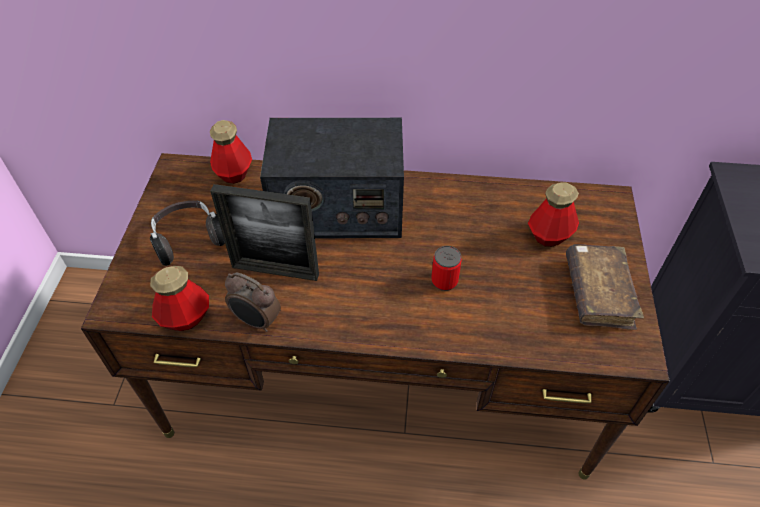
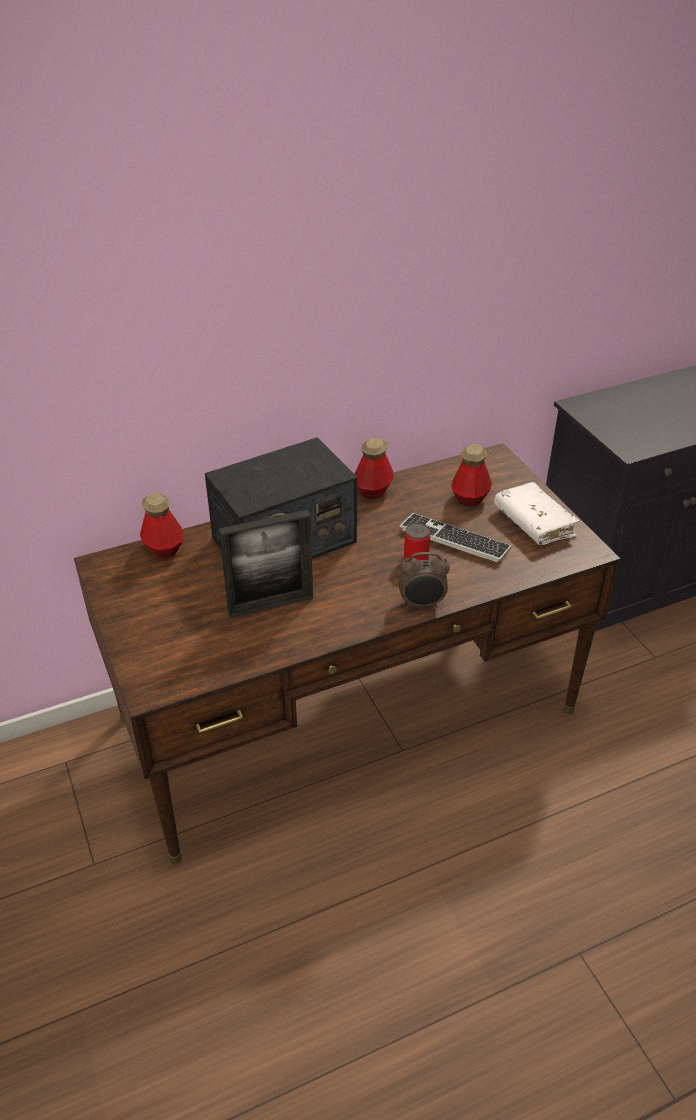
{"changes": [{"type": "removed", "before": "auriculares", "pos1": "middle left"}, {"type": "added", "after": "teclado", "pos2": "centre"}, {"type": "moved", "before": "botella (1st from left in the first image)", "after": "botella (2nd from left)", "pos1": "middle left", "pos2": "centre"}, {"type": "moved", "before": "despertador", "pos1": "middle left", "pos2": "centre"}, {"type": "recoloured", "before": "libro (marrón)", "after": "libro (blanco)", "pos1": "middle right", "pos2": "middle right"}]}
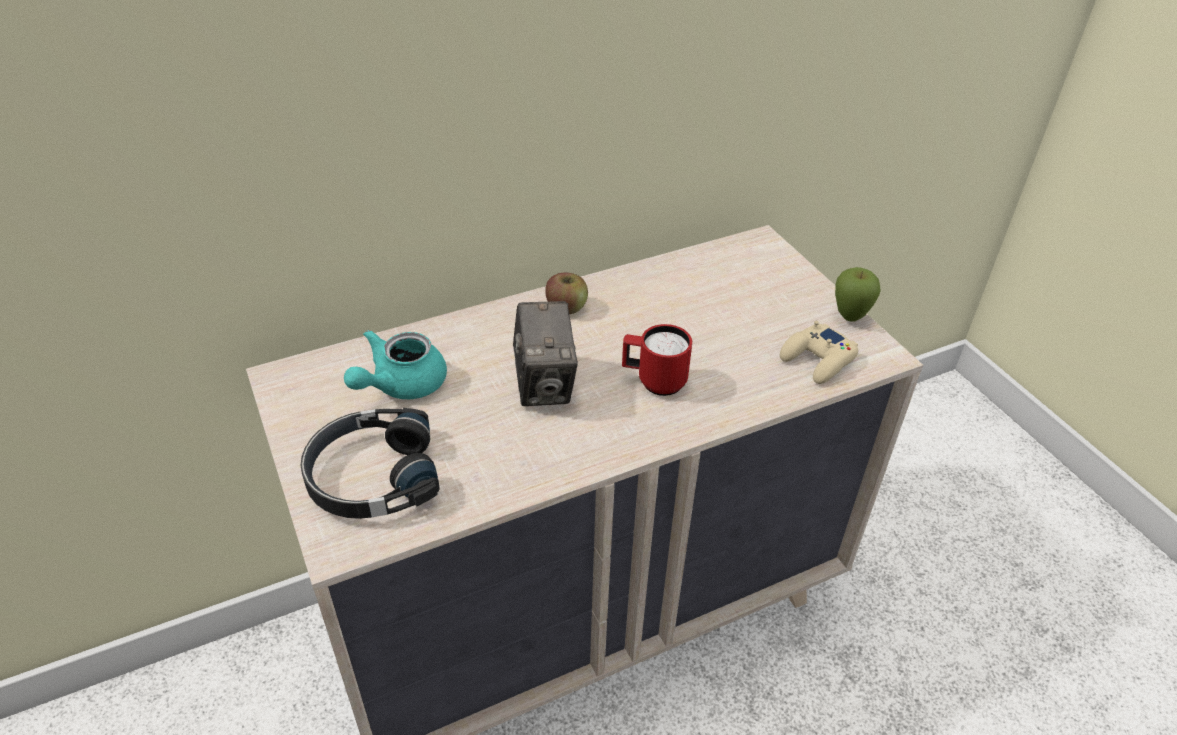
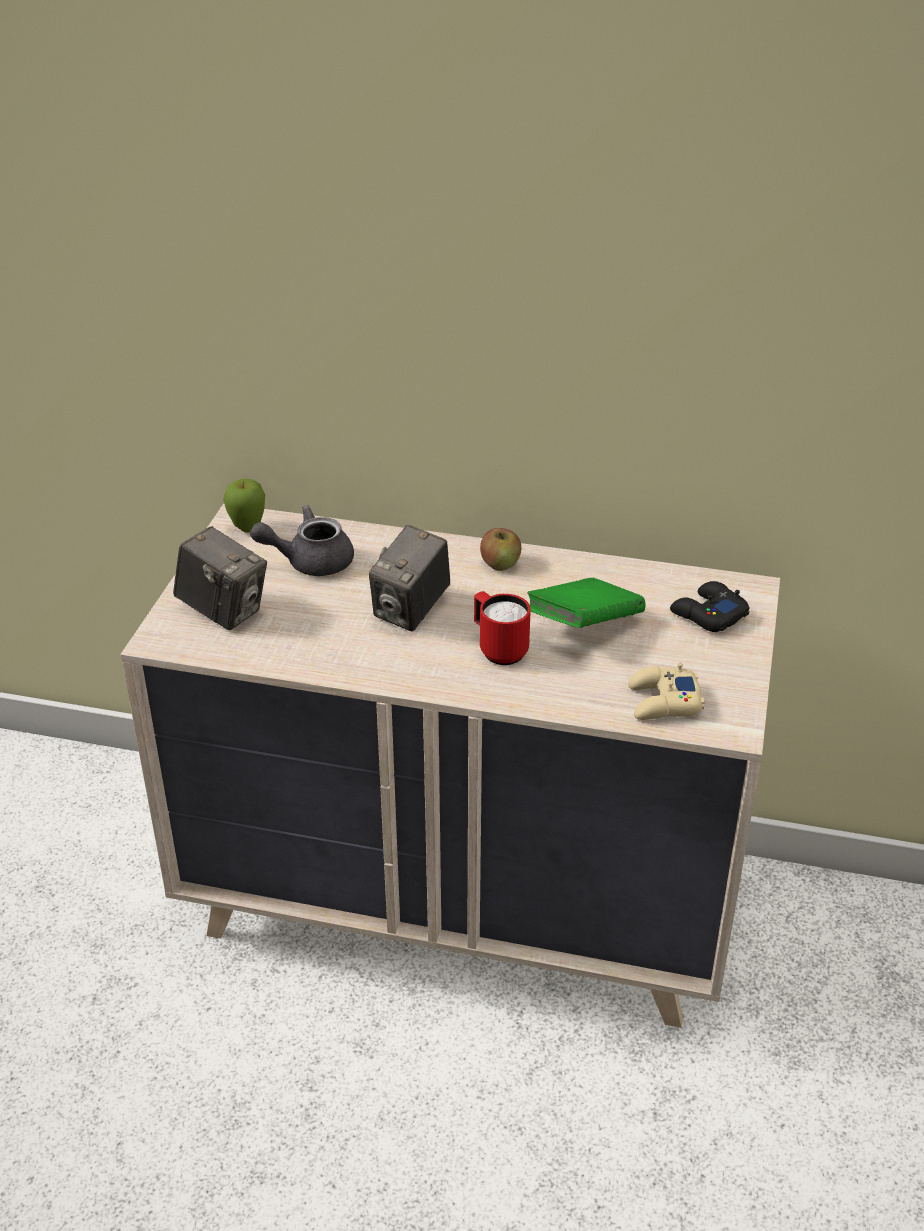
{"changes": [{"type": "added", "after": "libro (verde)", "pos2": "centre"}, {"type": "added", "after": "mando de consola (negro)", "pos2": "middle right"}, {"type": "moved", "before": "manzana (2nd from left in the first image)", "after": "manzana (1st from left)", "pos1": "middle right", "pos2": "middle left"}, {"type": "replaced", "before": "auriculares (negro)", "after": "cámara (1st from left)", "pos1": "middle left", "pos2": "middle left"}, {"type": "recoloured", "before": "tetera (turquesa)", "after": "tetera (gris)", "pos1": "centre", "pos2": "middle left"}]}
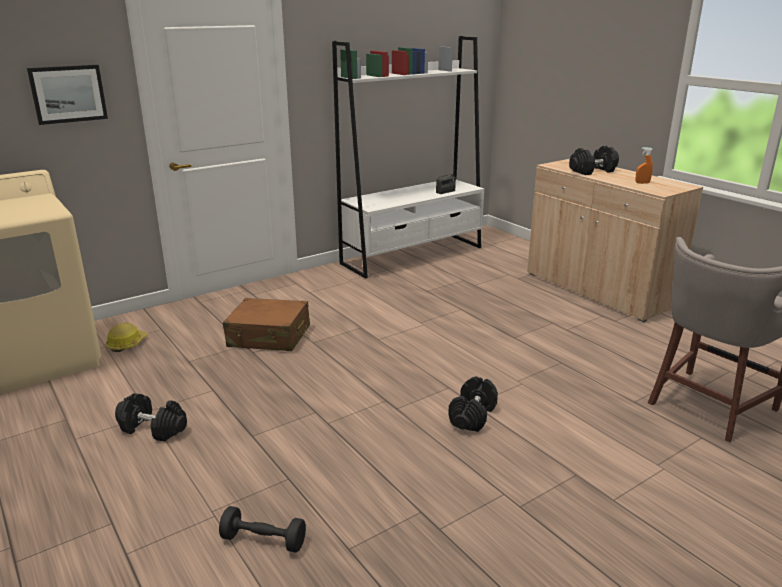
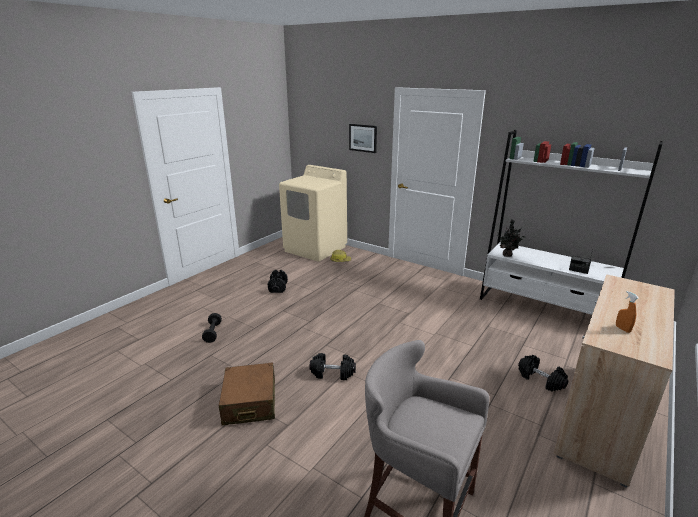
{"changes": [{"type": "added", "after": "planta en maceta", "pos2": "middle right"}, {"type": "moved", "before": "maleta (marrón)", "pos1": "centre", "pos2": "bottom centre"}, {"type": "moved", "before": "mancuerna (negro) (4th from left)", "pos1": "top right", "pos2": "bottom right"}]}
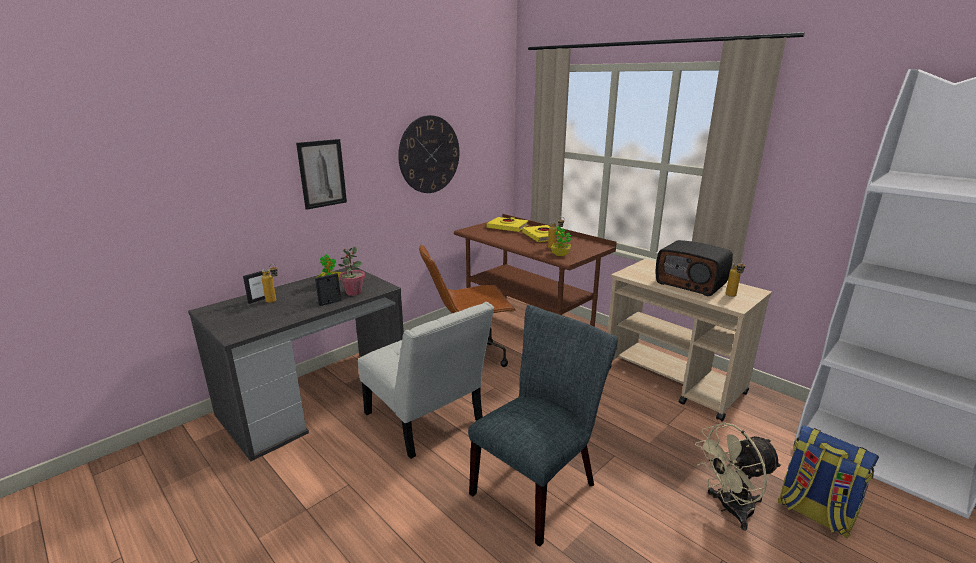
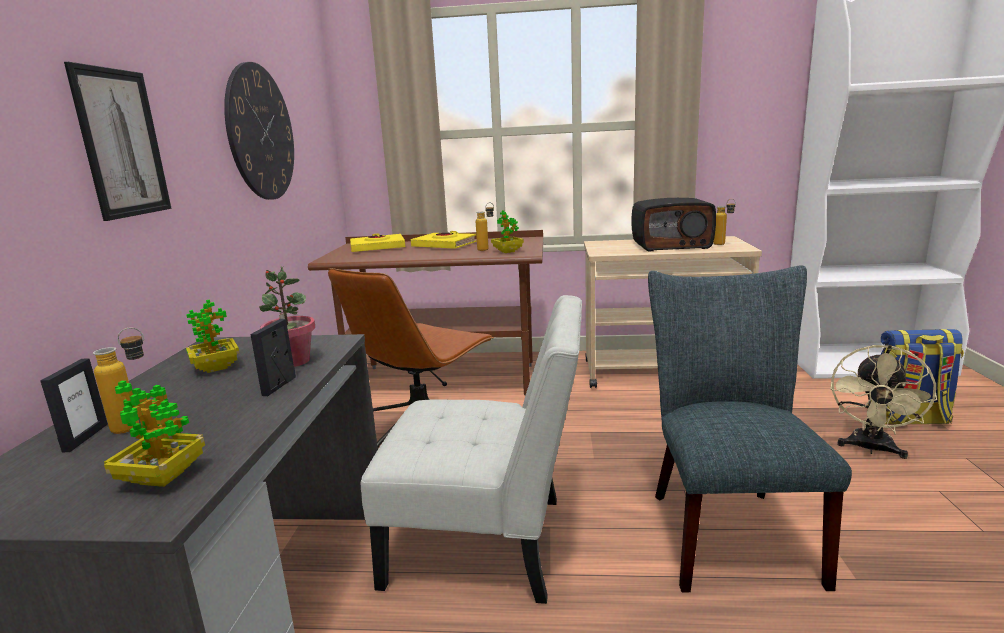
{"changes": [{"type": "added", "after": "planta en maceta (1st from left)", "pos2": "bottom left"}]}
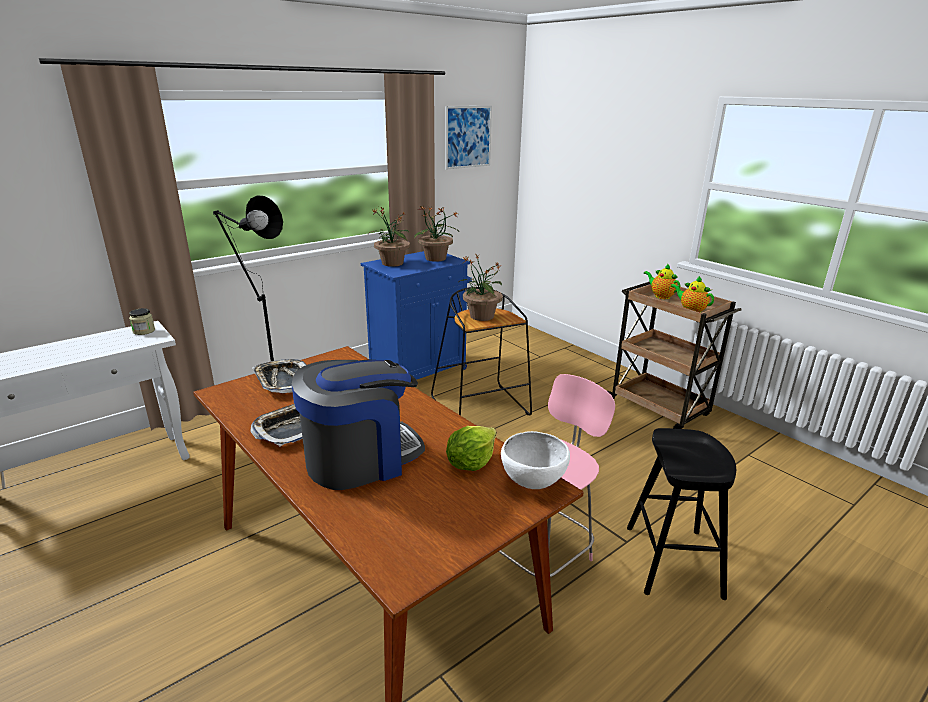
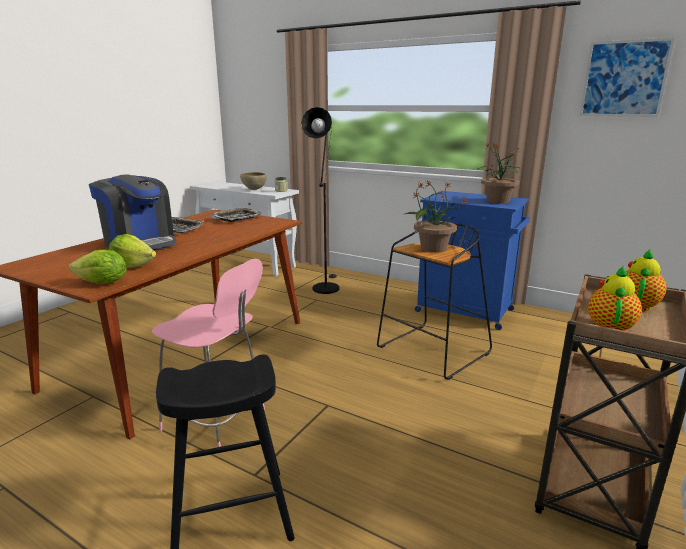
{"changes": [{"type": "removed", "before": "planta en maceta (1st from left)", "pos1": "centre"}, {"type": "added", "after": "cuenco (marrón)", "pos2": "top centre"}, {"type": "replaced", "before": "cuenco (blanco)", "after": "lechuga (1st from left)", "pos1": "centre", "pos2": "middle left"}]}
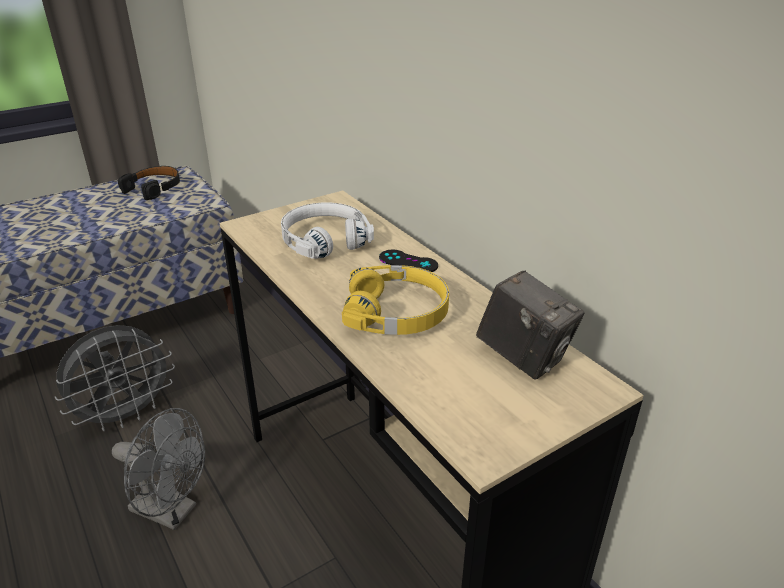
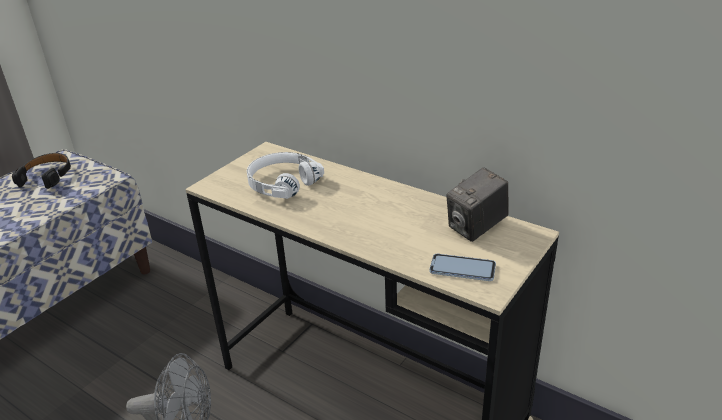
{"changes": [{"type": "removed", "before": "ventilador (gris) (1st from left)", "pos1": "middle left"}, {"type": "removed", "before": "auriculares (amarillo)", "pos1": "centre"}, {"type": "removed", "before": "mando de consola (negro)", "pos1": "centre"}, {"type": "added", "after": "móvil", "pos2": "centre"}, {"type": "turned", "before": "cámara", "pos1": "middle right", "pos2": "centre", "turn": 120}]}
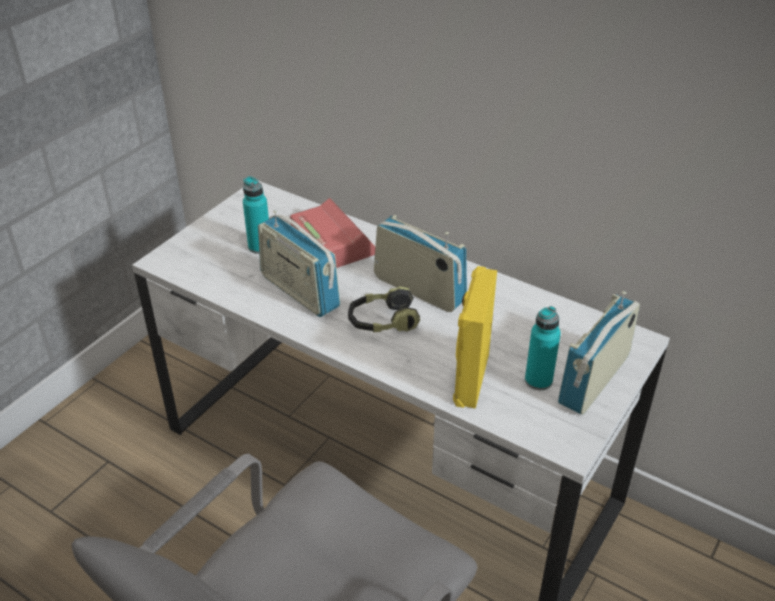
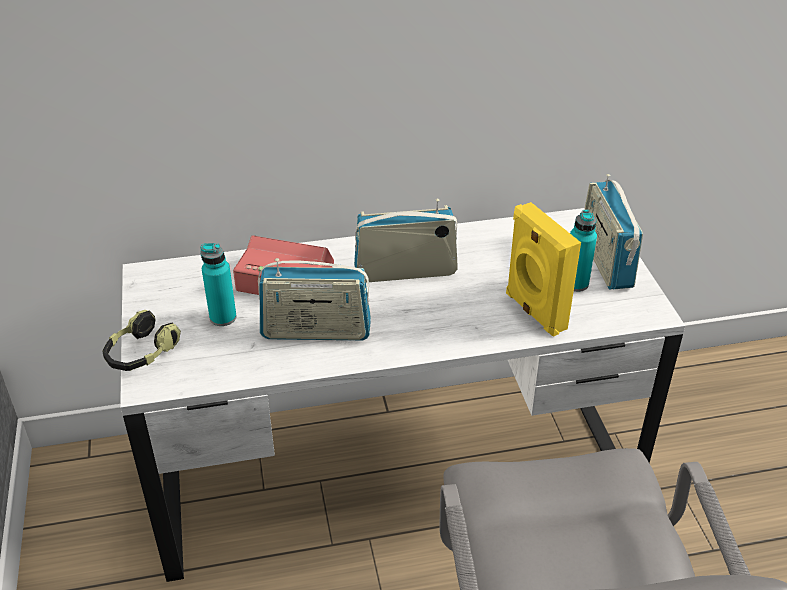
{"changes": [{"type": "moved", "before": "auriculares", "pos1": "centre", "pos2": "middle left"}]}
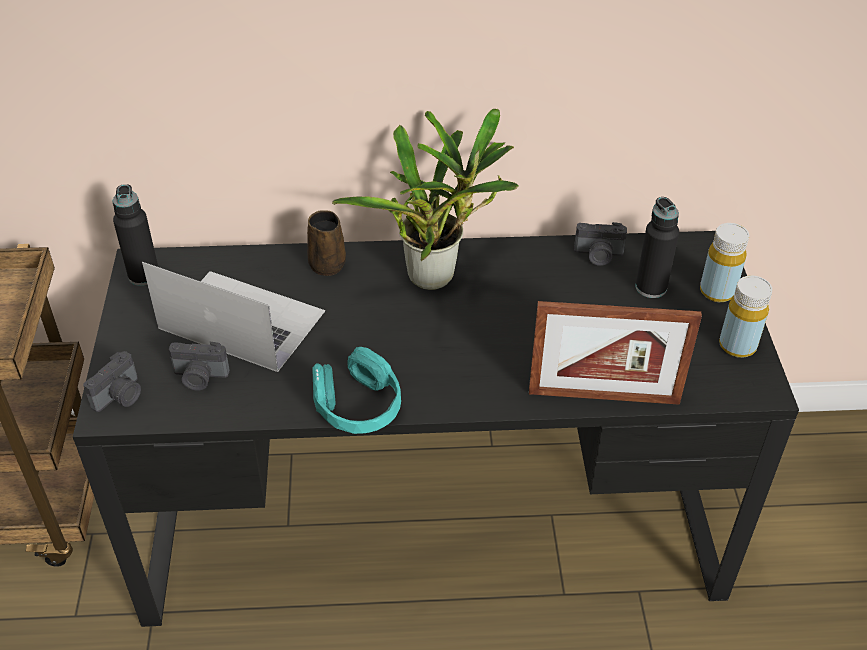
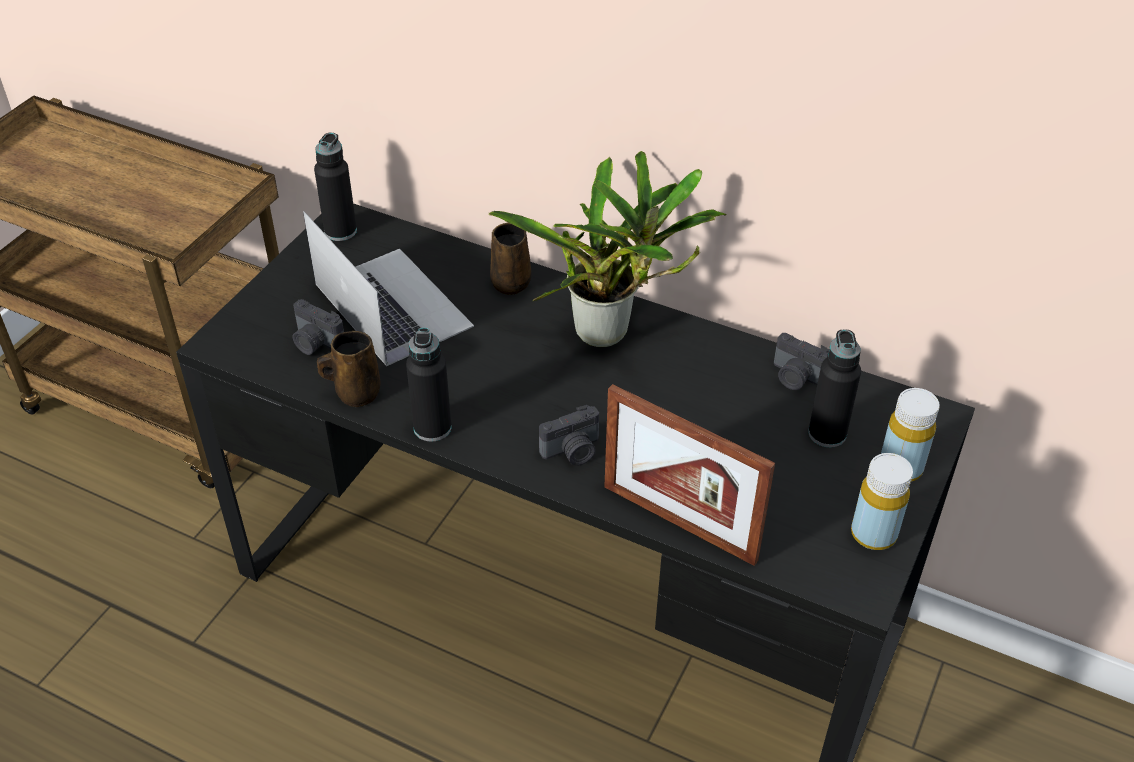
{"changes": [{"type": "added", "after": "taza grande (marrón) (1st from left)", "pos2": "middle left"}, {"type": "moved", "before": "cámara (1st from left in the first image)", "after": "cámara (2nd from left)", "pos1": "middle left", "pos2": "centre"}, {"type": "replaced", "before": "auriculares (turquesa)", "after": "botella (negro) (2nd from left)", "pos1": "centre", "pos2": "centre"}]}
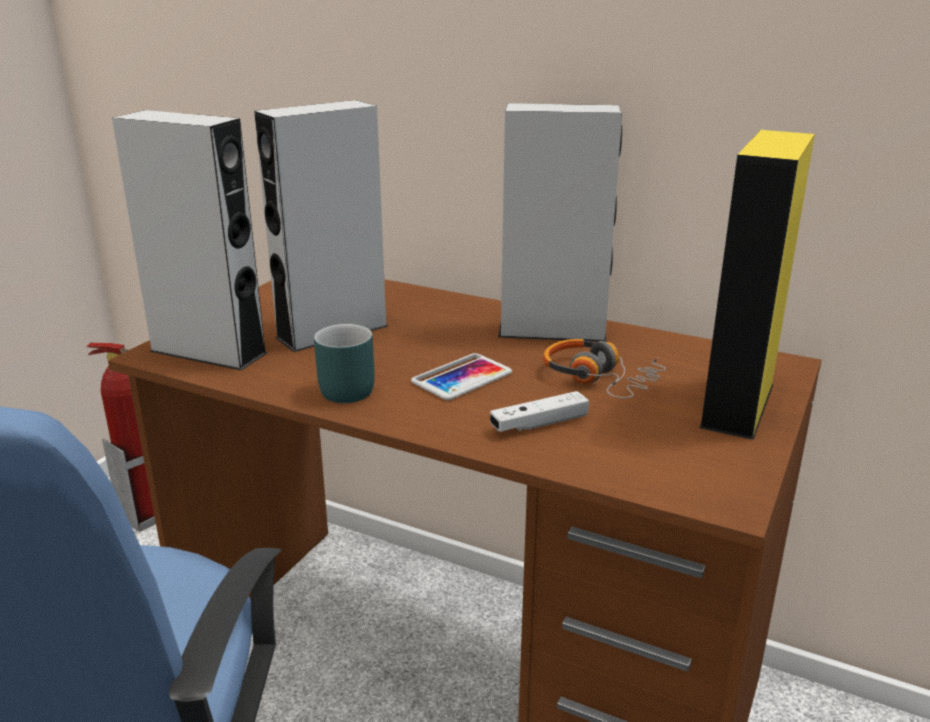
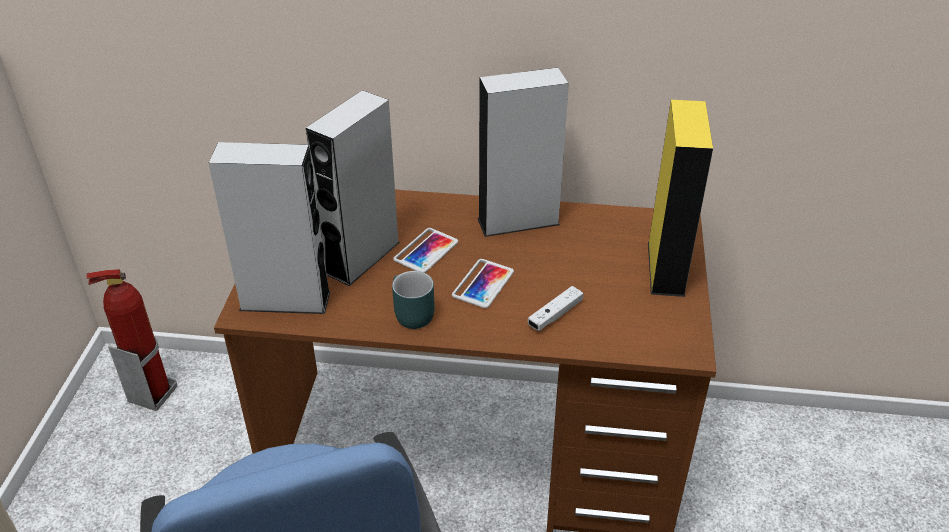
{"changes": [{"type": "removed", "before": "auriculares", "pos1": "centre"}, {"type": "added", "after": "móvil (1st from left)", "pos2": "centre"}]}
